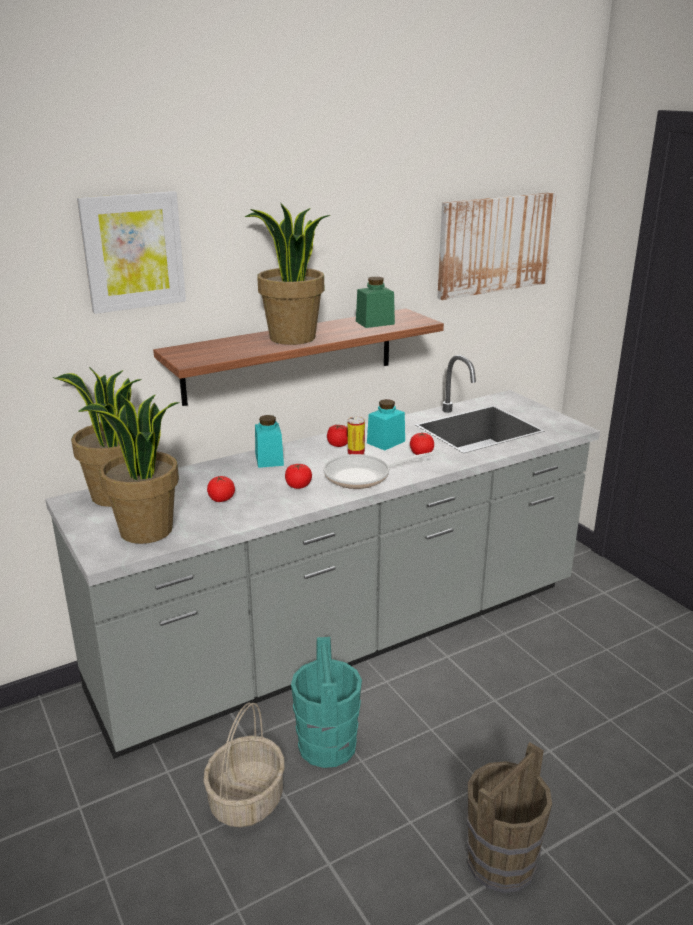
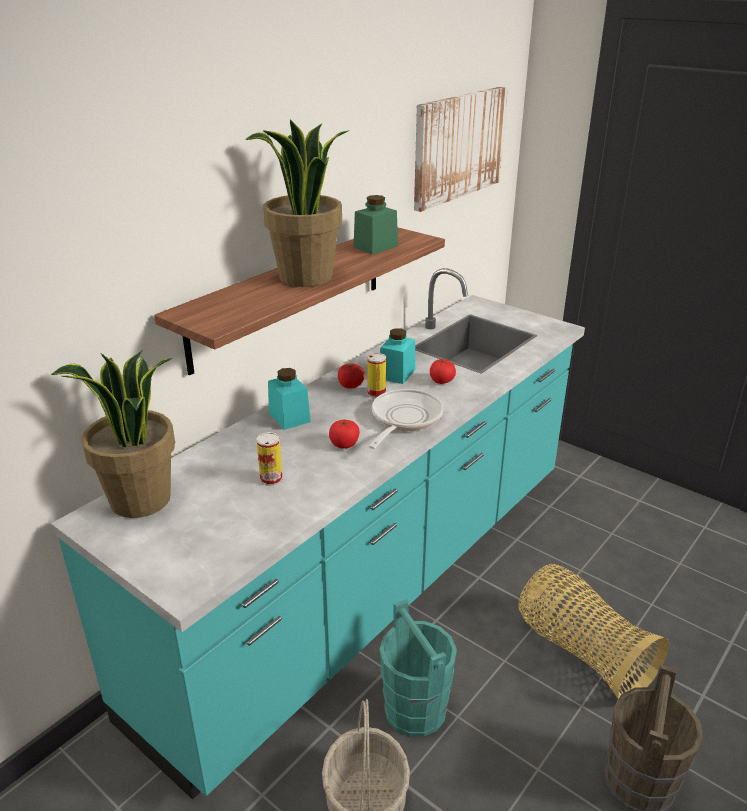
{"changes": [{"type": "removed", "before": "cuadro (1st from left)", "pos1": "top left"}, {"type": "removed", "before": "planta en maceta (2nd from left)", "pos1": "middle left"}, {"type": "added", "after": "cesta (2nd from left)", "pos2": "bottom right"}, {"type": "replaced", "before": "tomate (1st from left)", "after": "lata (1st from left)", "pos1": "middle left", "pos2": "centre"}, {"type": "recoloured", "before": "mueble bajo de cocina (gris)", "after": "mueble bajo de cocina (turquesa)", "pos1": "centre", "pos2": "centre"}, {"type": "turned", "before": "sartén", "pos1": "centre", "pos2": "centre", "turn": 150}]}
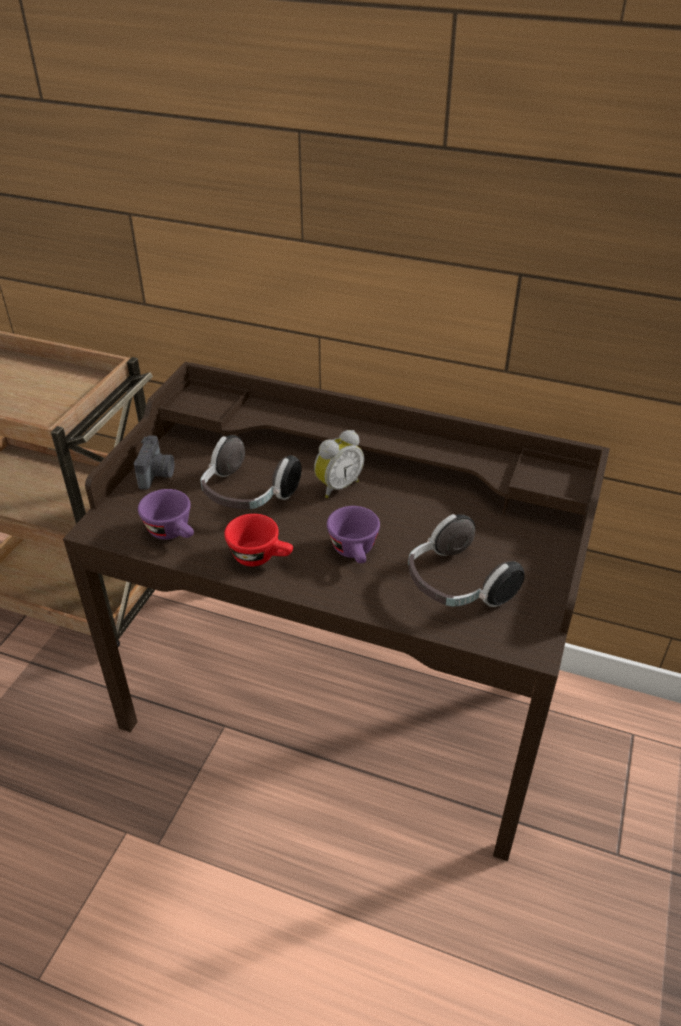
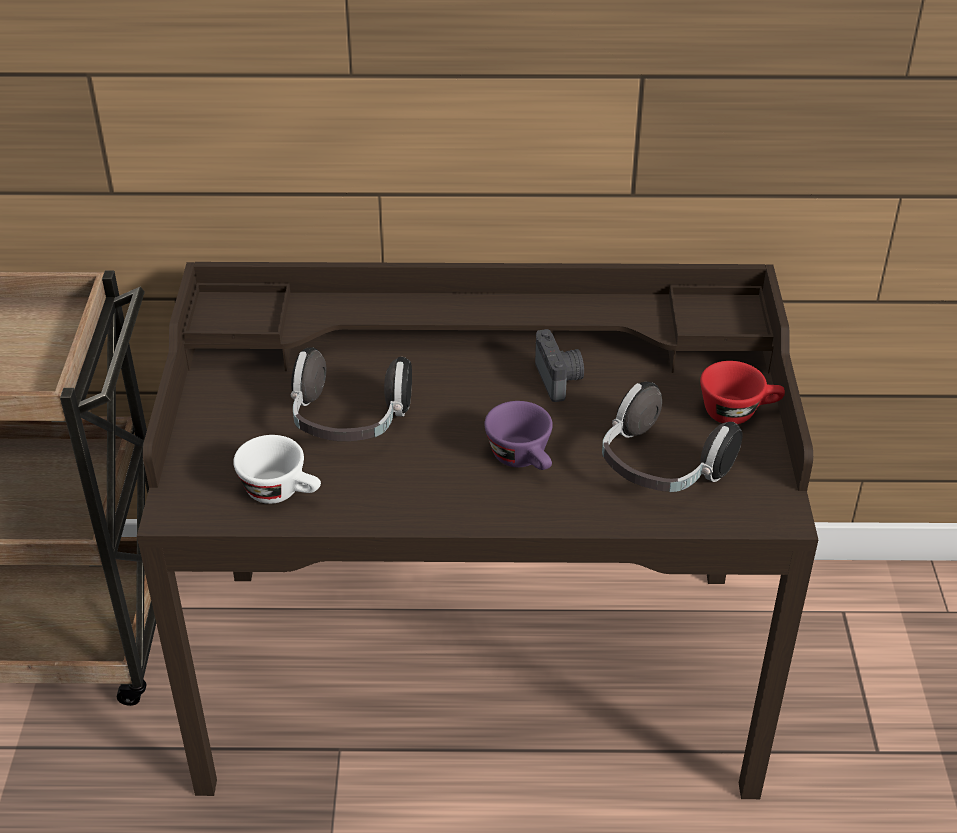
{"changes": [{"type": "removed", "before": "despertador", "pos1": "centre"}, {"type": "moved", "before": "cámara", "pos1": "middle left", "pos2": "centre"}, {"type": "moved", "before": "taza (rojo)", "pos1": "centre", "pos2": "middle right"}, {"type": "recoloured", "before": "taza (morado) (1st from left)", "after": "taza (blanco)", "pos1": "middle left", "pos2": "middle left"}]}
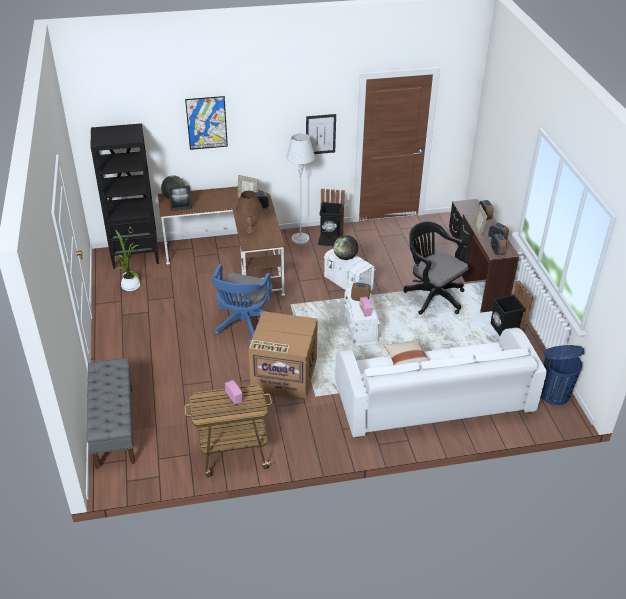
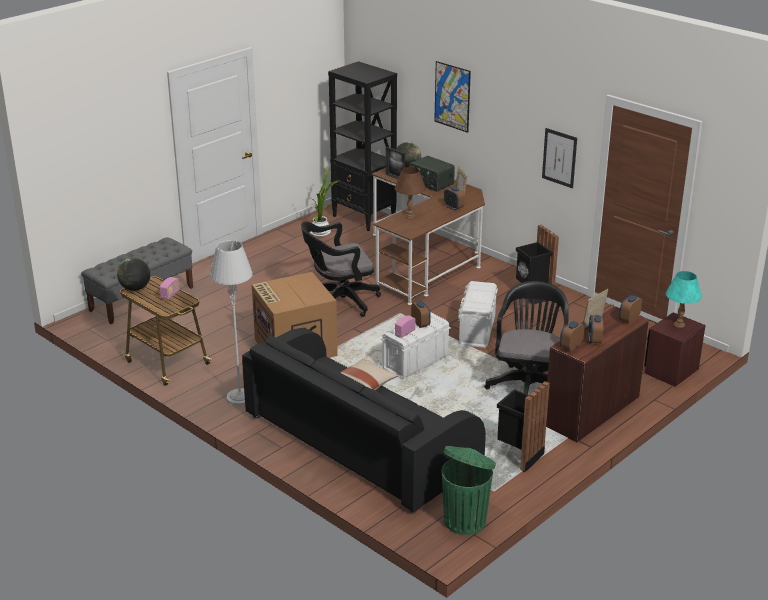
{"changes": [{"type": "added", "after": "radio (3rd from left)", "pos2": "top centre"}, {"type": "added", "after": "lámpara de mesa (turquesa)", "pos2": "middle right"}, {"type": "moved", "before": "lámpara de pie (gris)", "pos1": "top centre", "pos2": "middle left"}, {"type": "moved", "before": "globo terráqueo (2nd from left in the first image)", "after": "globo terráqueo (1st from left)", "pos1": "centre", "pos2": "middle left"}, {"type": "recoloured", "before": "silla de oficina (azul)", "after": "silla de oficina (negro) (1st from left)", "pos1": "centre", "pos2": "centre"}, {"type": "recoloured", "before": "sofá (blanco)", "after": "sofá (negro)", "pos1": "middle right", "pos2": "bottom centre"}, {"type": "recoloured", "before": "papelera (azul)", "after": "papelera (verde)", "pos1": "middle right", "pos2": "bottom centre"}]}
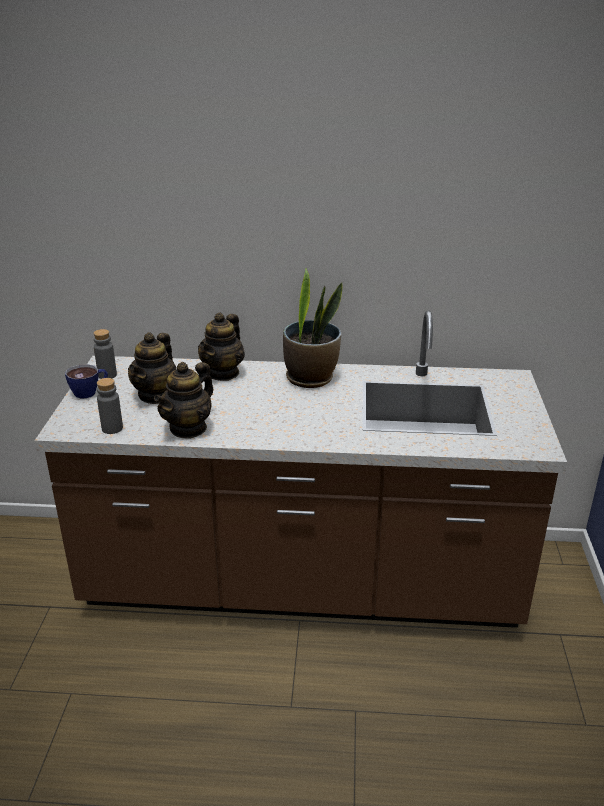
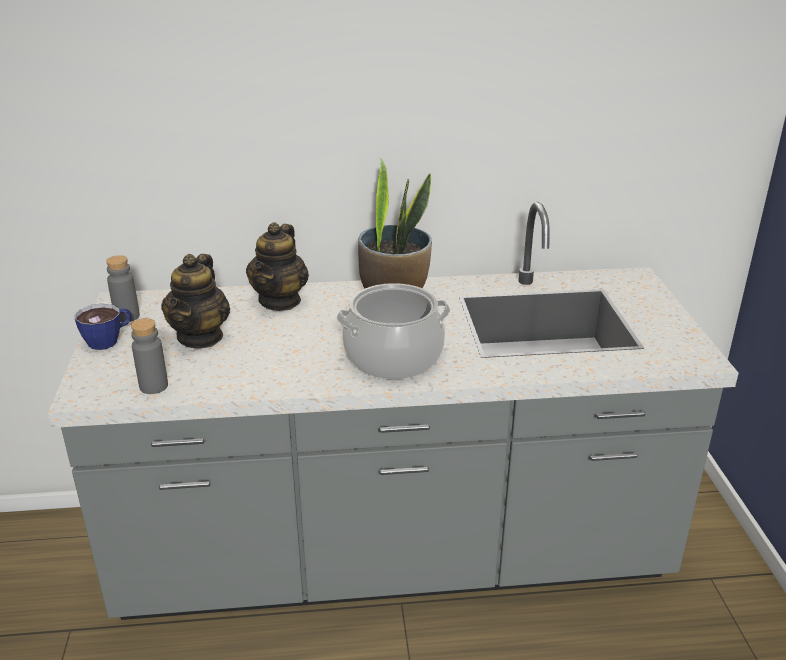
{"changes": [{"type": "removed", "before": "tetera (2nd from left)", "pos1": "middle left"}, {"type": "added", "after": "olla", "pos2": "centre"}, {"type": "recoloured", "before": "mueble bajo de cocina (marrón)", "after": "mueble bajo de cocina (gris)", "pos1": "centre", "pos2": "centre"}]}
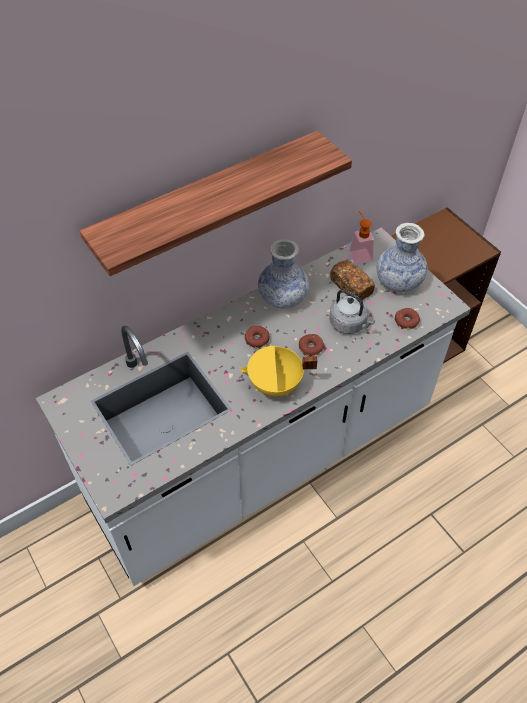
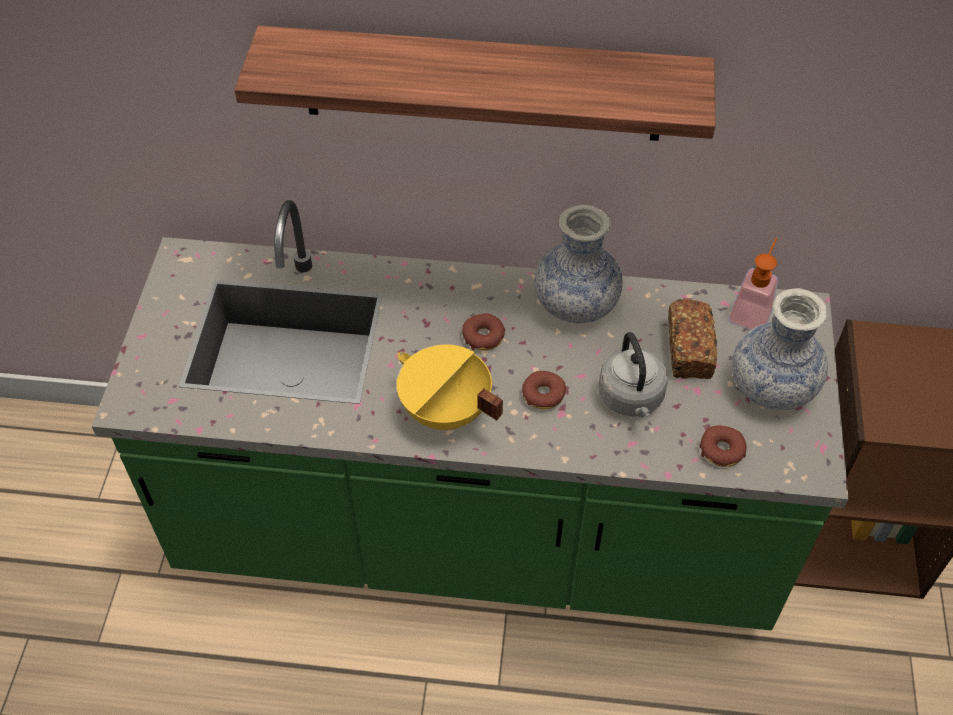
{"changes": [{"type": "recoloured", "before": "mueble bajo de cocina (blanco)", "after": "mueble bajo de cocina (verde)", "pos1": "centre", "pos2": "centre"}]}
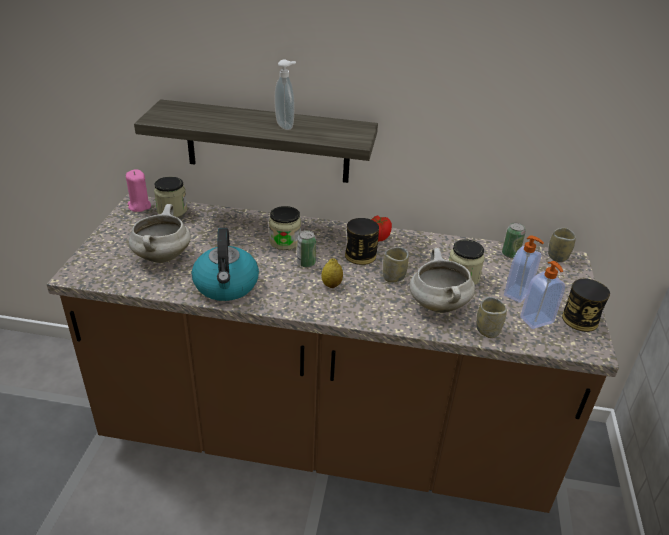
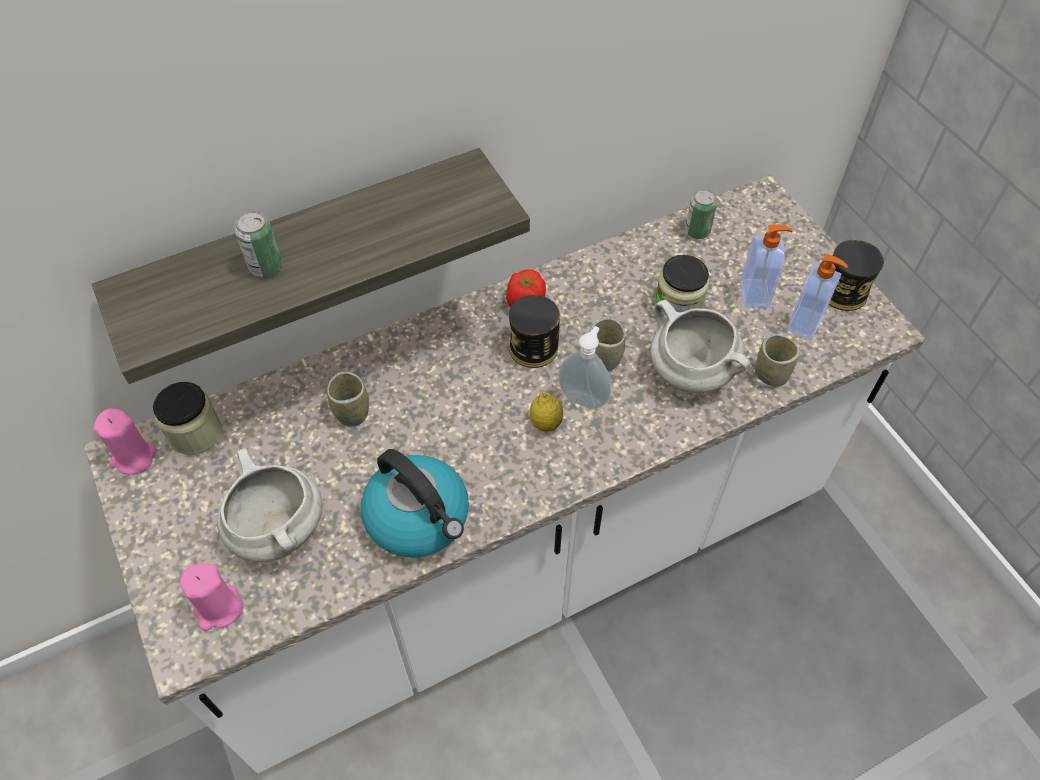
{"changes": [{"type": "removed", "before": "tarro (2nd from left)", "pos1": "centre"}, {"type": "added", "after": "vela (rosa) (2nd from left)", "pos2": "bottom left"}, {"type": "moved", "before": "dispensador de jabón (1st from left)", "pos1": "top centre", "pos2": "centre"}, {"type": "moved", "before": "lata (1st from left)", "pos1": "centre", "pos2": "top left"}, {"type": "moved", "before": "taza (3rd from left in the first image)", "after": "taza (1st from left)", "pos1": "middle right", "pos2": "centre"}, {"type": "recoloured", "before": "mueble bajo de cocina (marrón)", "after": "mueble bajo de cocina (blanco)", "pos1": "centre", "pos2": "centre"}]}
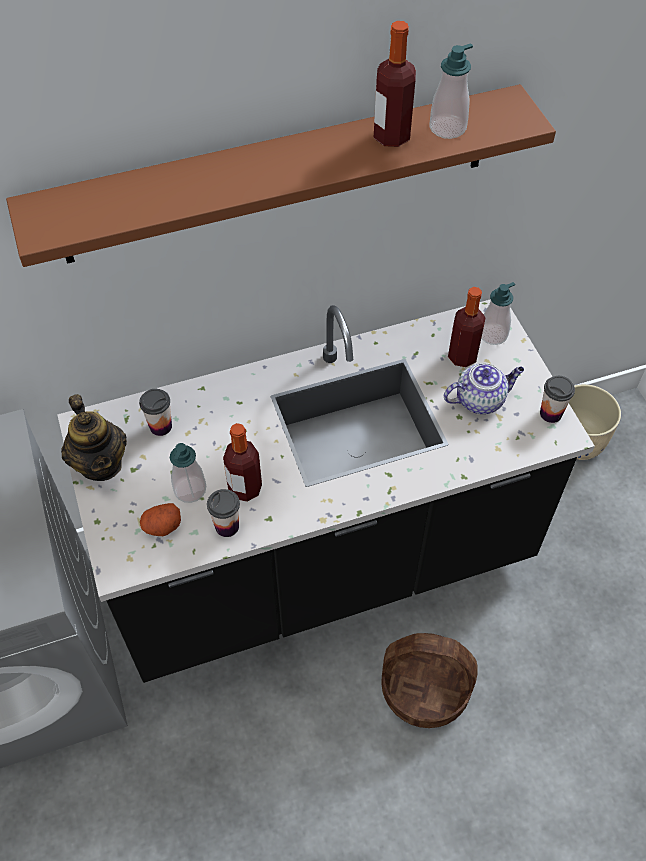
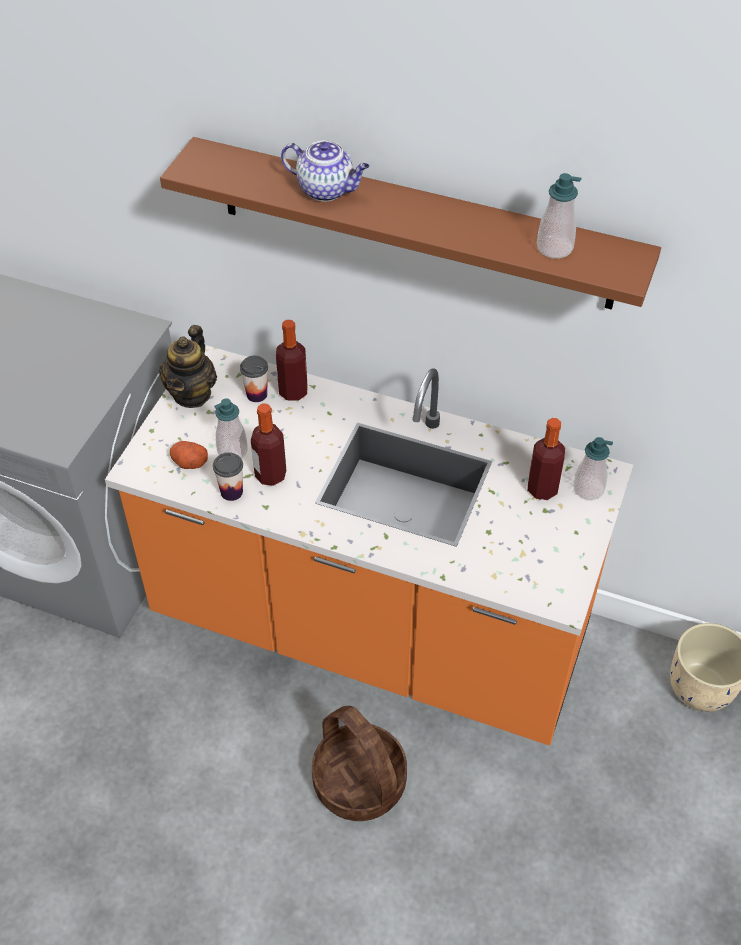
{"changes": [{"type": "removed", "before": "taza (3rd from left)", "pos1": "middle right"}, {"type": "moved", "before": "botella (2nd from left)", "pos1": "top centre", "pos2": "centre"}, {"type": "moved", "before": "tetera (2nd from left)", "pos1": "middle right", "pos2": "top centre"}, {"type": "recoloured", "before": "mueble bajo de cocina (negro)", "after": "mueble bajo de cocina (naranja)", "pos1": "centre", "pos2": "centre"}]}
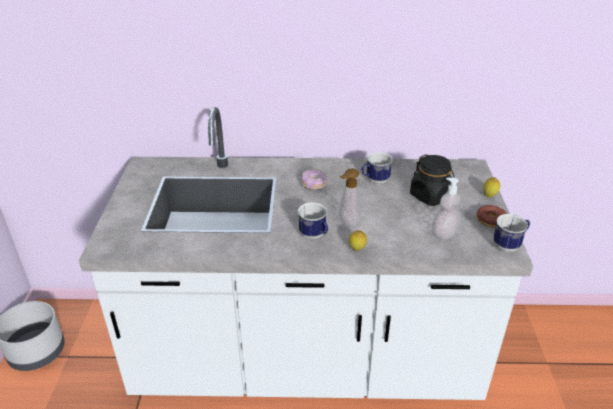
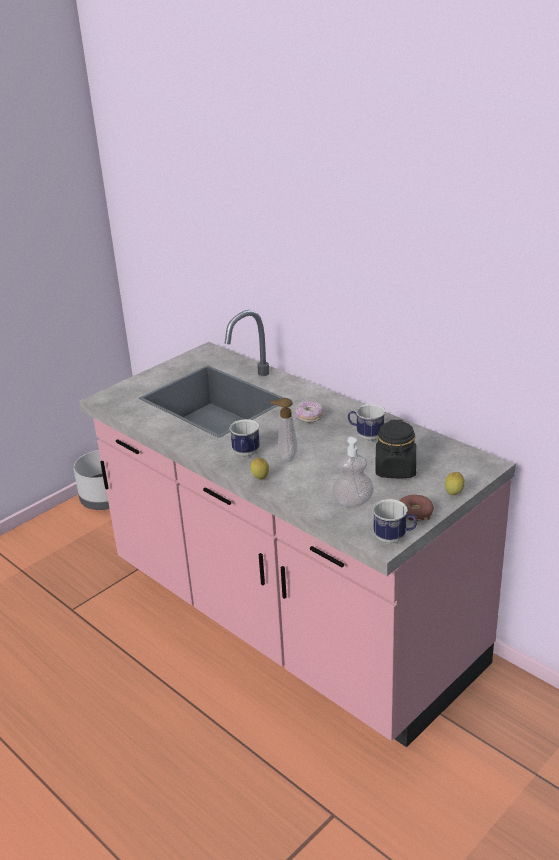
{"changes": [{"type": "recoloured", "before": "mueble bajo de cocina (blanco)", "after": "mueble bajo de cocina (rosa)", "pos1": "centre", "pos2": "centre"}]}
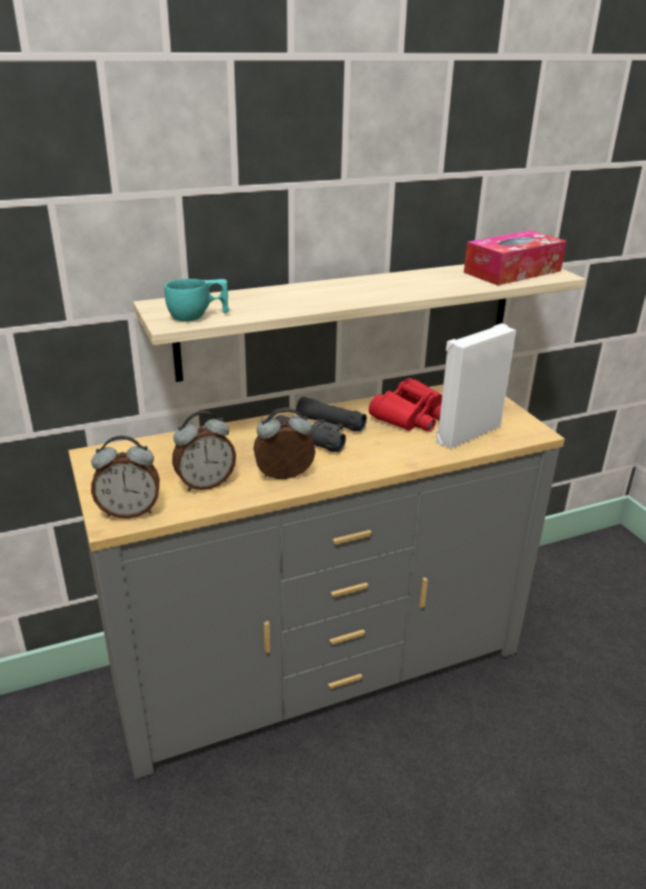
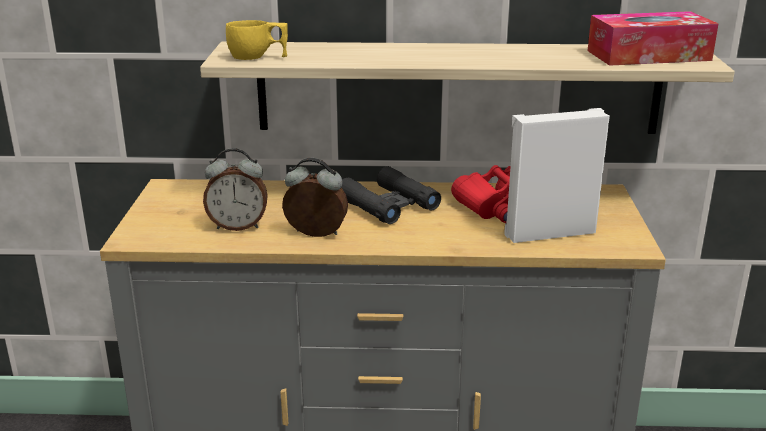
{"changes": [{"type": "removed", "before": "despertador (1st from left)", "pos1": "middle left"}, {"type": "recoloured", "before": "taza (turquesa)", "after": "taza (amarillo)", "pos1": "middle left", "pos2": "top centre"}]}
